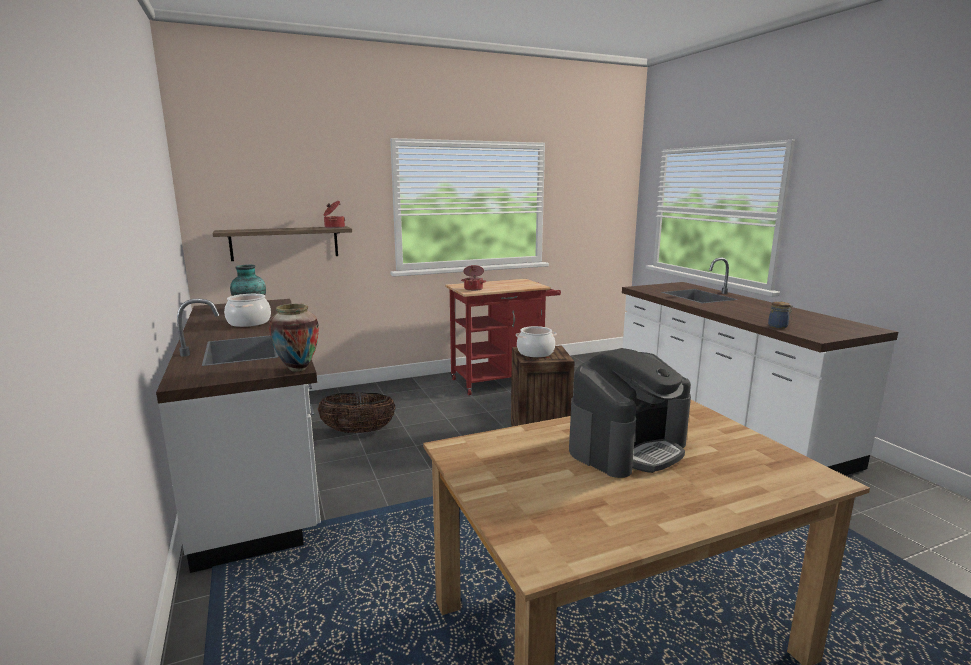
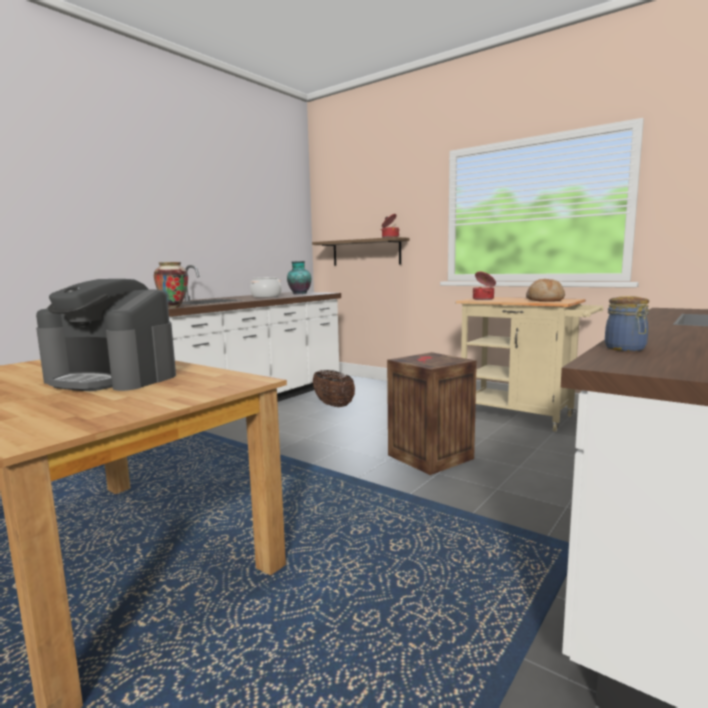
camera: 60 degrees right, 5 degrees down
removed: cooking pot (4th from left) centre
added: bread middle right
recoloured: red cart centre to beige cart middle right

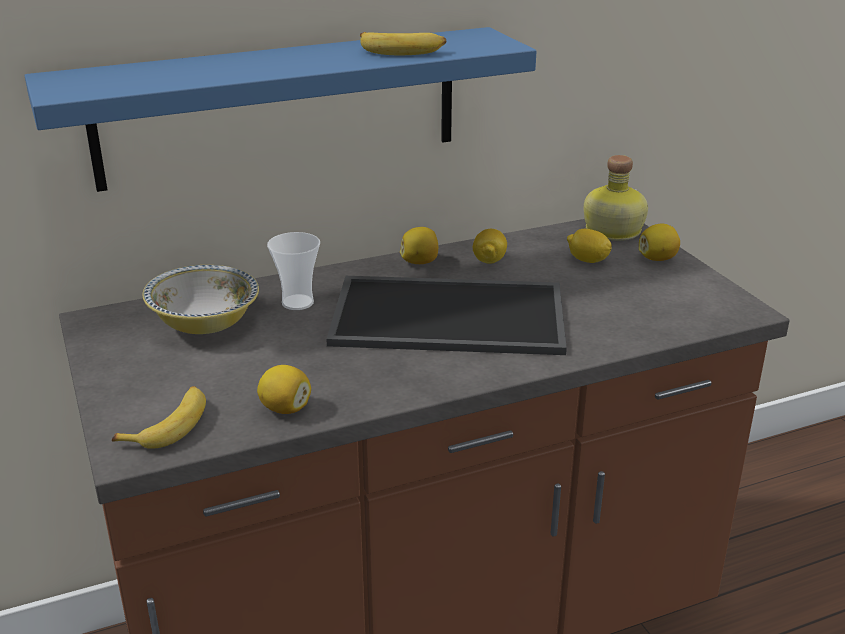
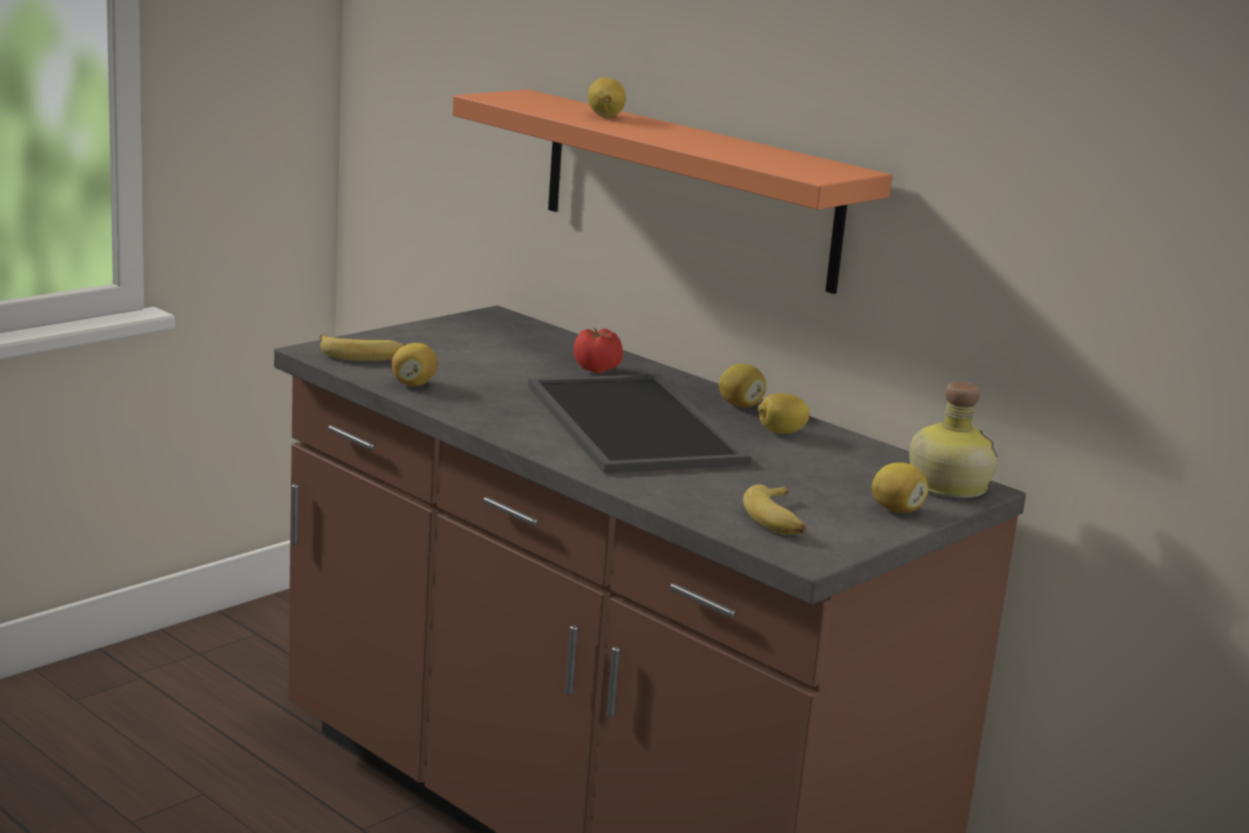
camera: 65 degrees right, 10 degrees down
removed: bowl middle left
moved: lemon (4th from left in the first image) middle right to lemon (2nd from left) top centre; banana (2nd from left) top centre to centre
replaced: cup centre to tomato centre
recoloured: blue shelf top left to orange shelf top centre

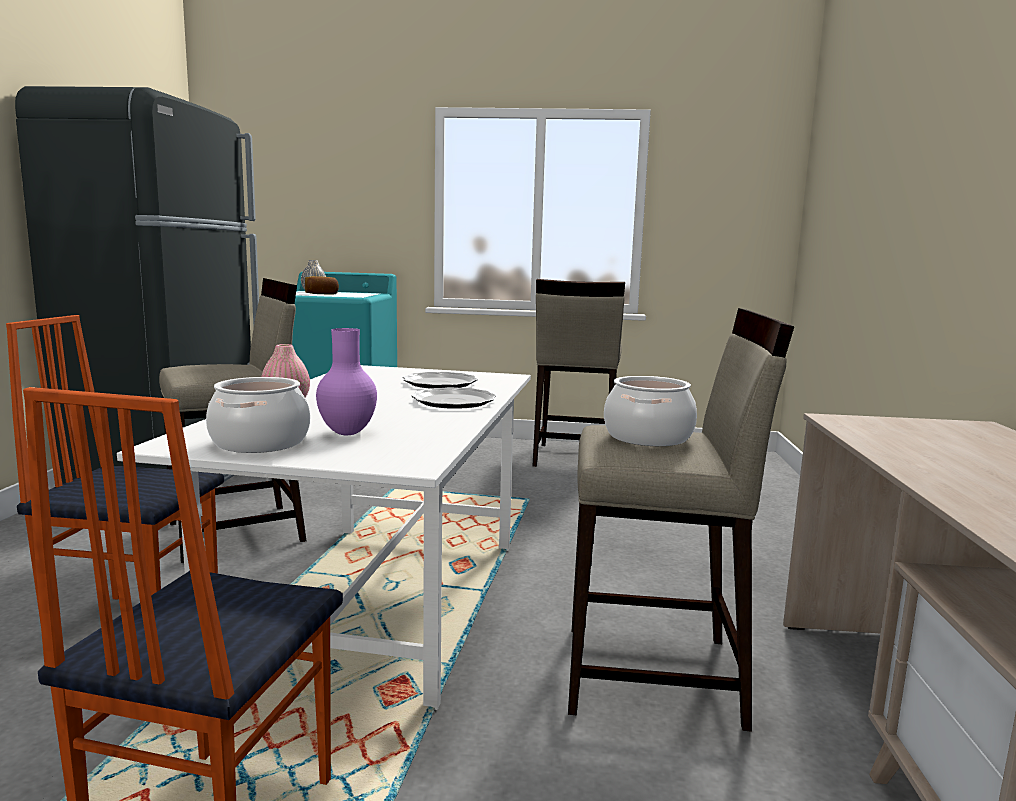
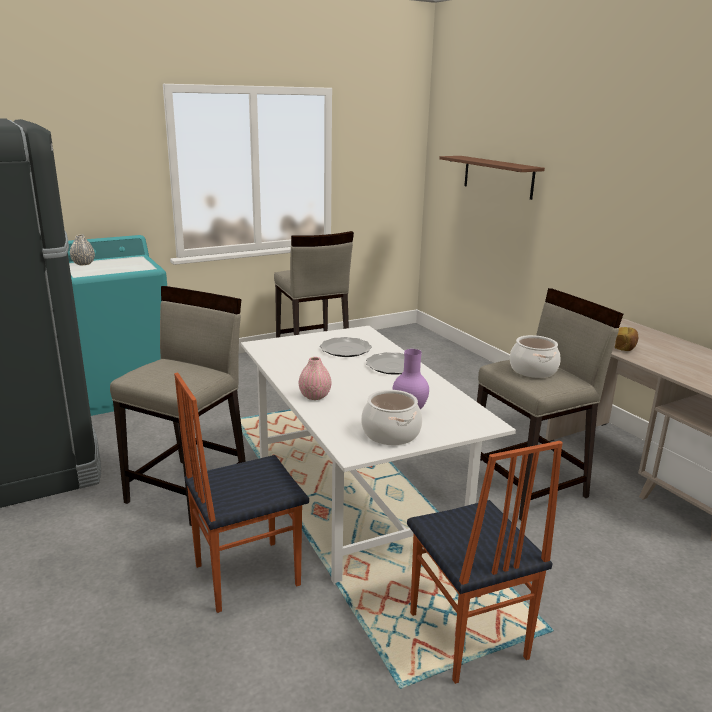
camera: 35 degrees left, 10 degrees up
added: brown shelf top right
moved: bread middle left to middle right

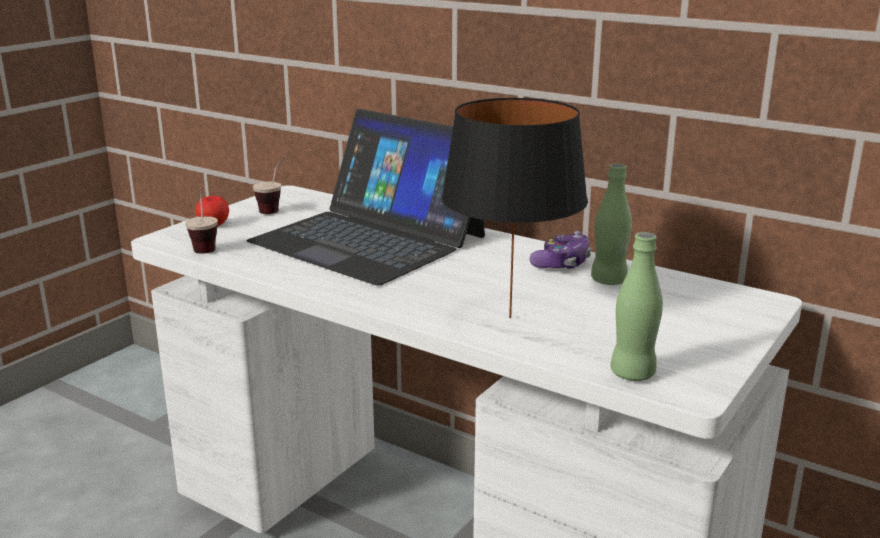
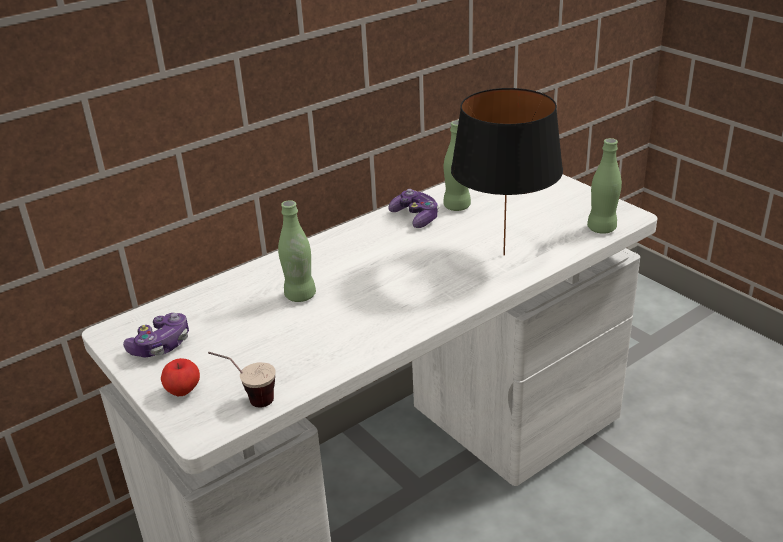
camera: 70 degrees left, 10 degrees up
replaced: cup (2nd from left) middle left to game controller (1st from left) middle left; laptop centre to green bottle (1st from left) centre

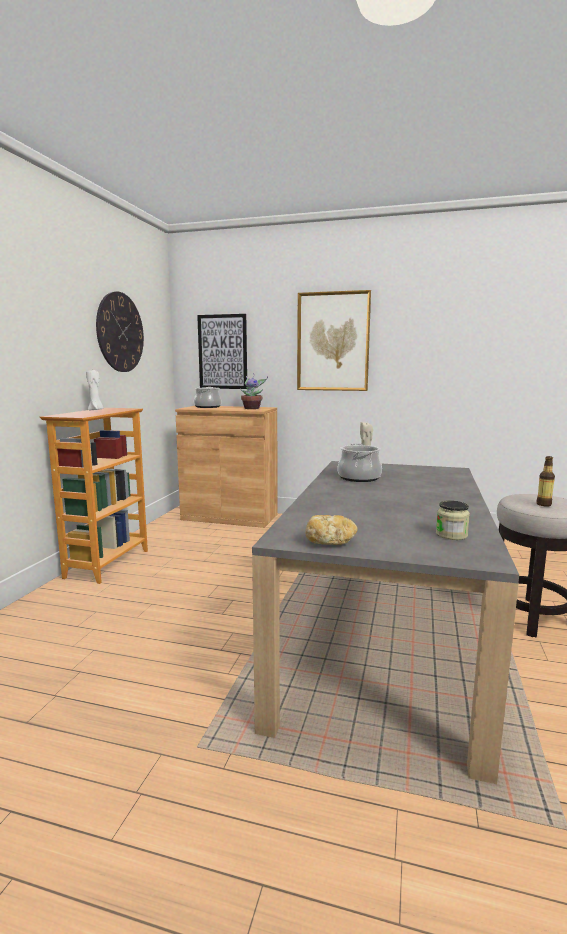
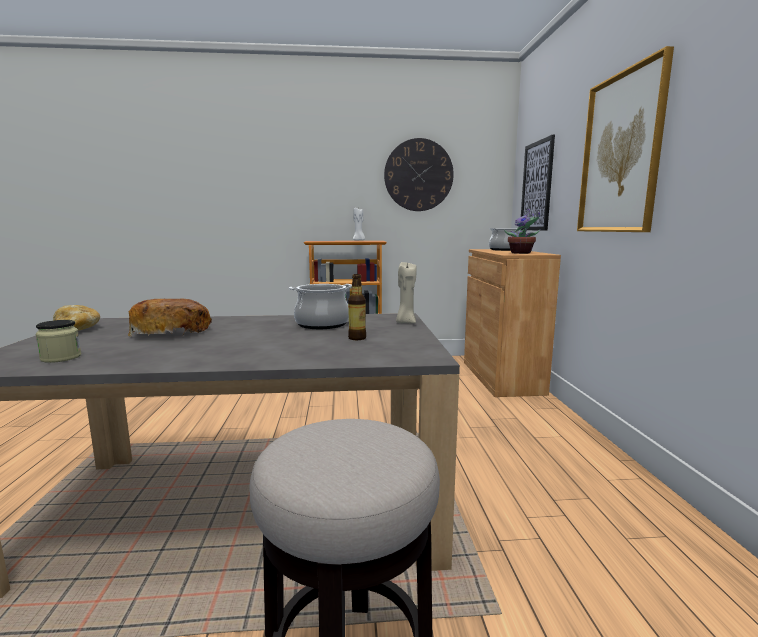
camera: 70 degrees right, 0 degrees up
added: bread (2nd from left) middle left
moved: bottle middle right to centre

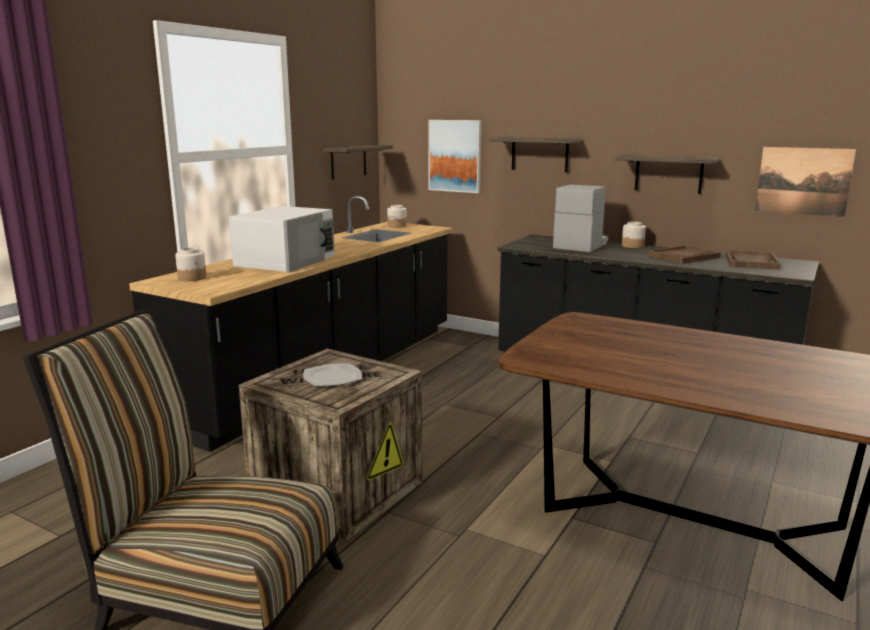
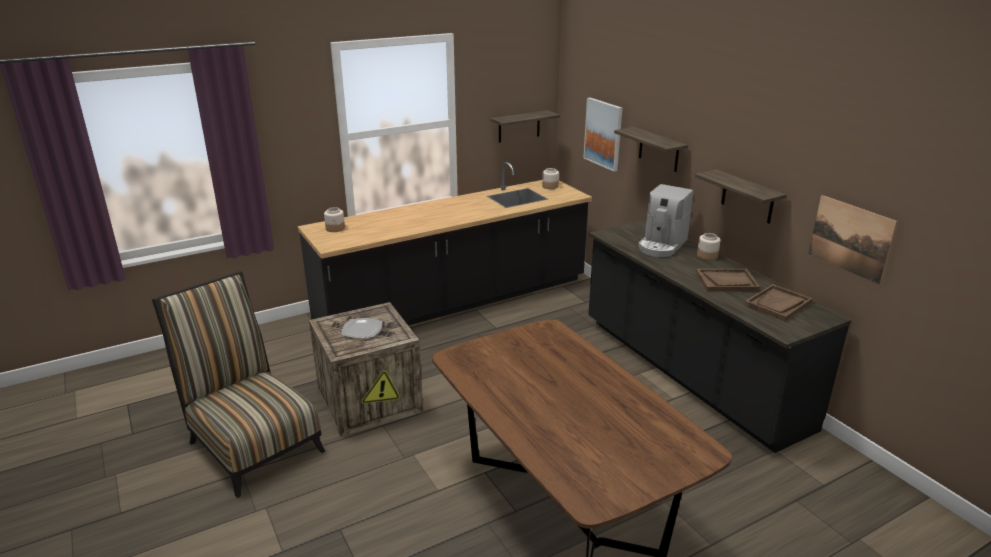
camera: 30 degrees right, 10 degrees up
removed: white microwave middle left
turned: coffee machine middle right = middle right 150 degrees clockwise

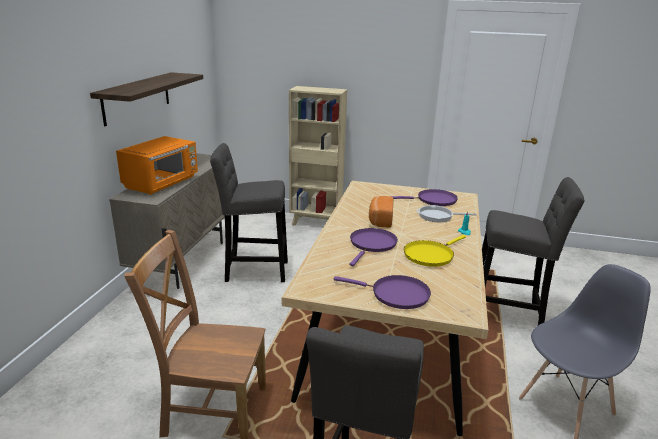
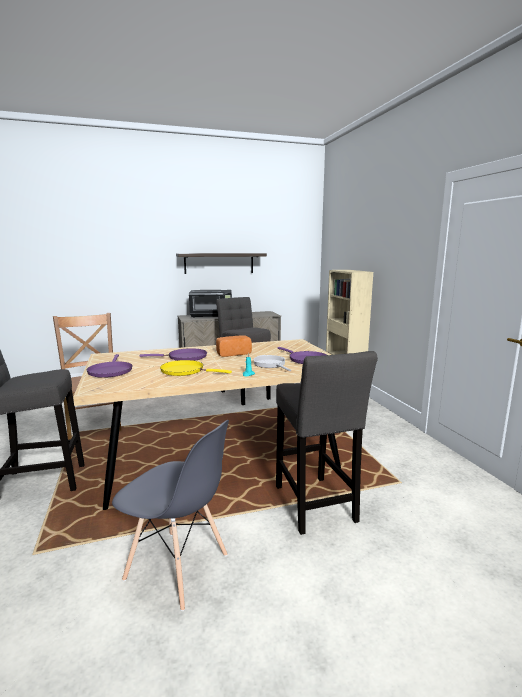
camera: 60 degrees right, 10 degrees down
recoloured: orange microwave middle left to black microwave centre

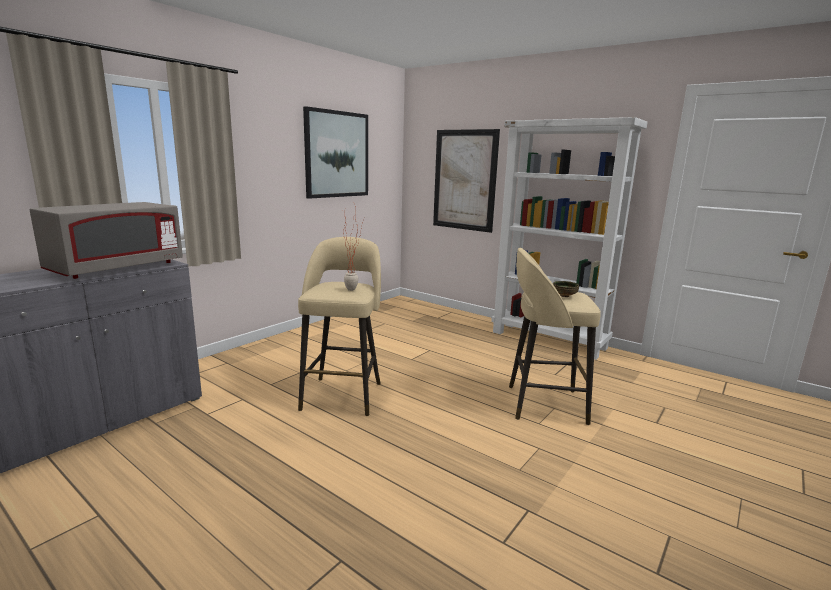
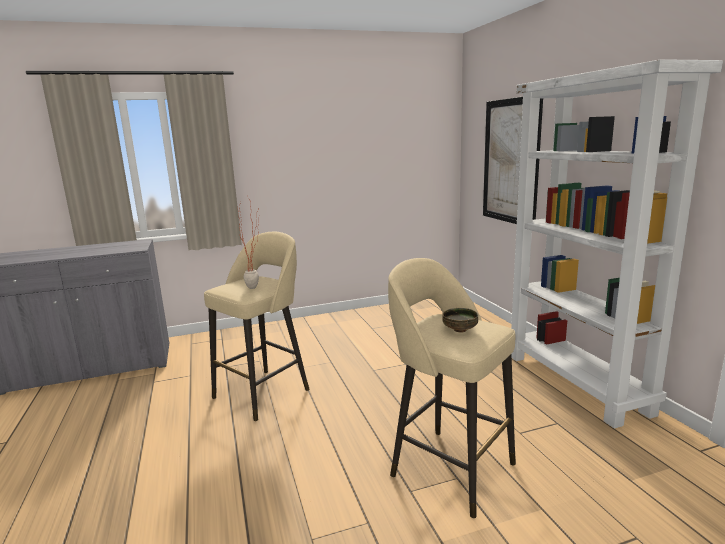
camera: 35 degrees right, 0 degrees up
removed: grey microwave middle left; picture (1st from left) top centre

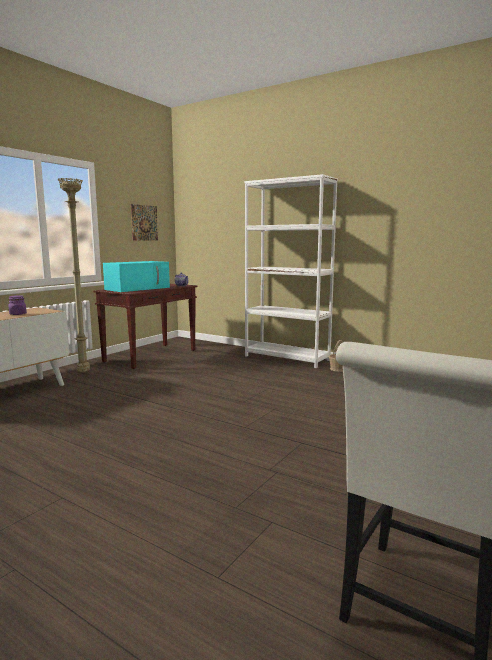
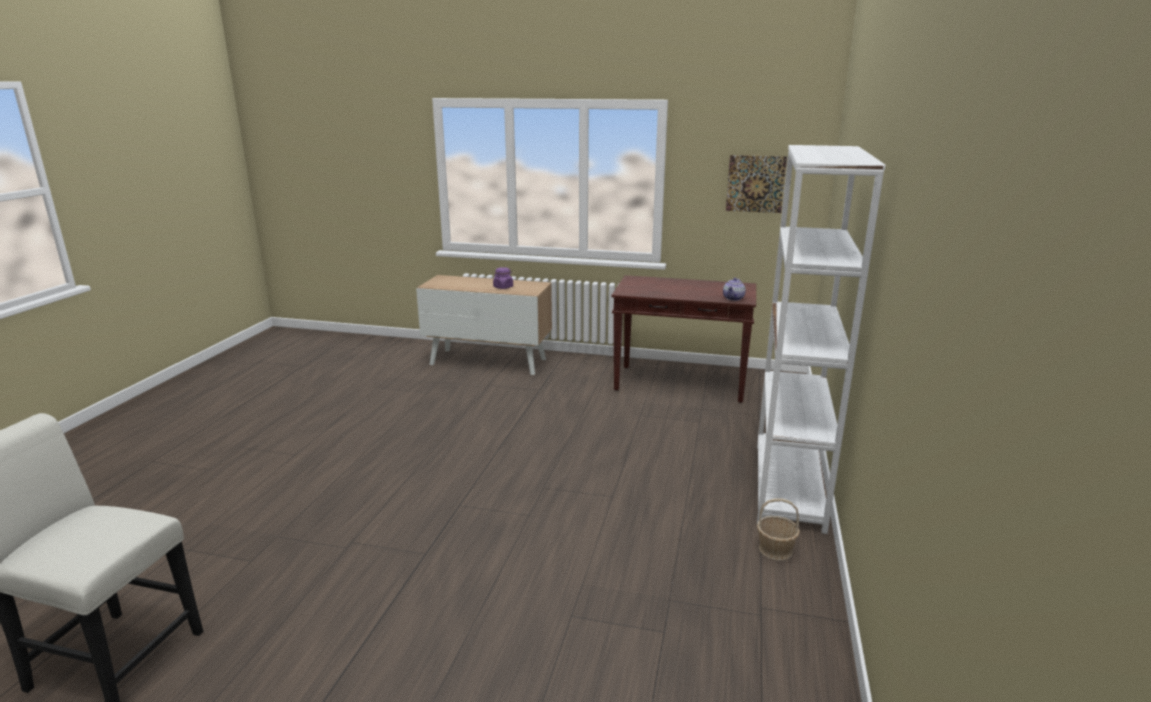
camera: 70 degrees right, 10 degrees up
removed: beige floor lamp middle left; turquoise microwave middle left

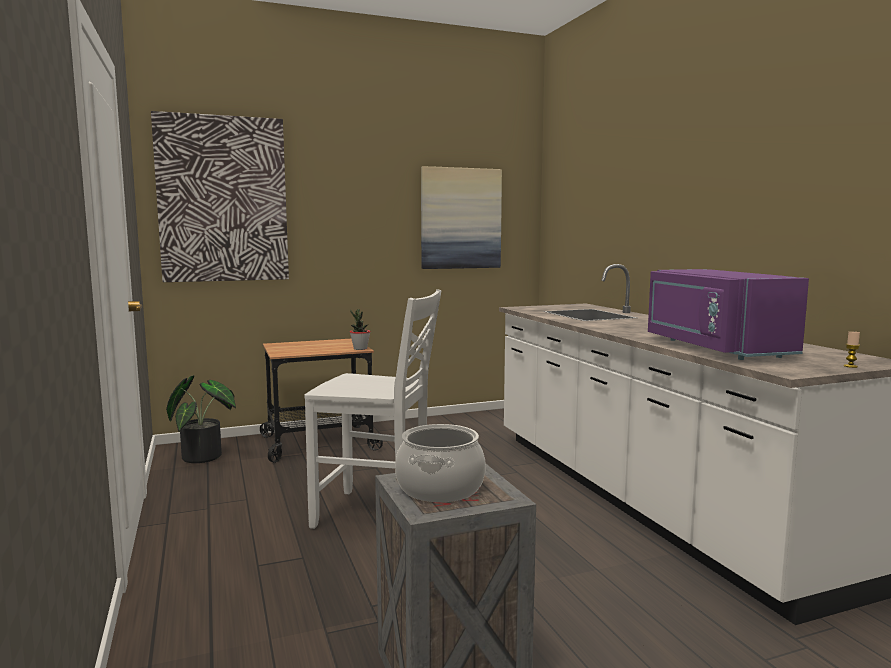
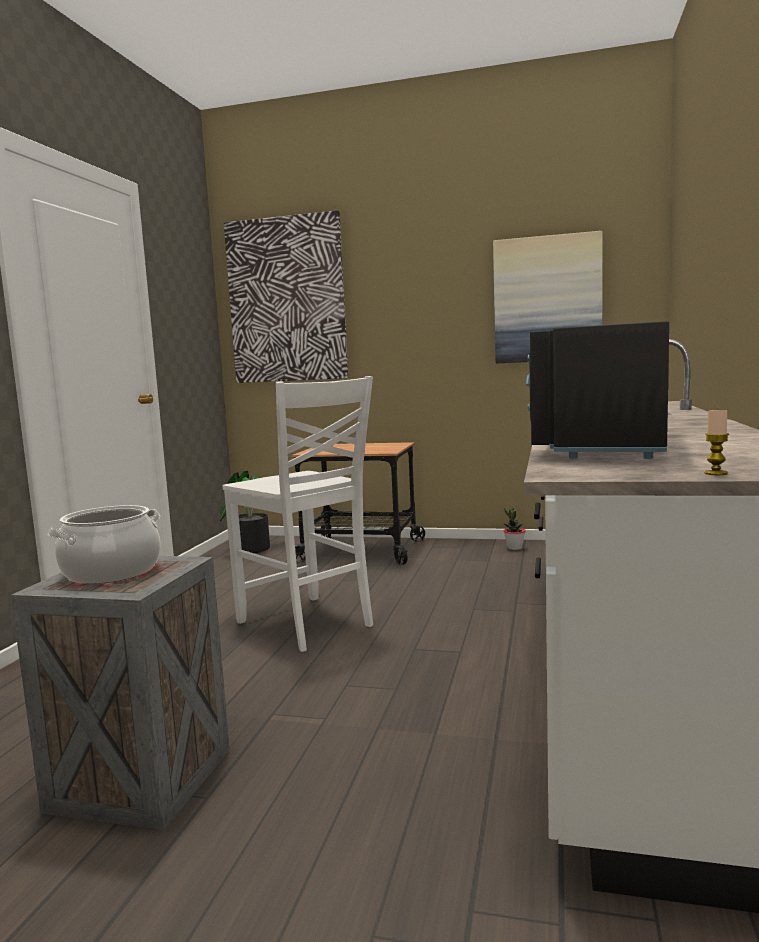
camera: 35 degrees right, 0 degrees up
moved: potted plant (2nd from left) centre to middle right
recoloured: purple microwave middle right to black microwave middle right

